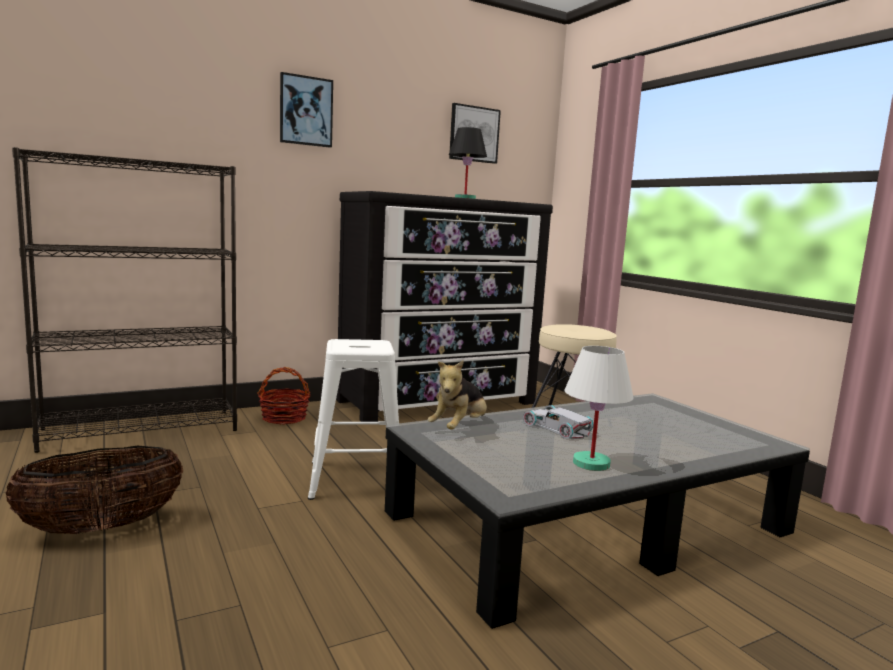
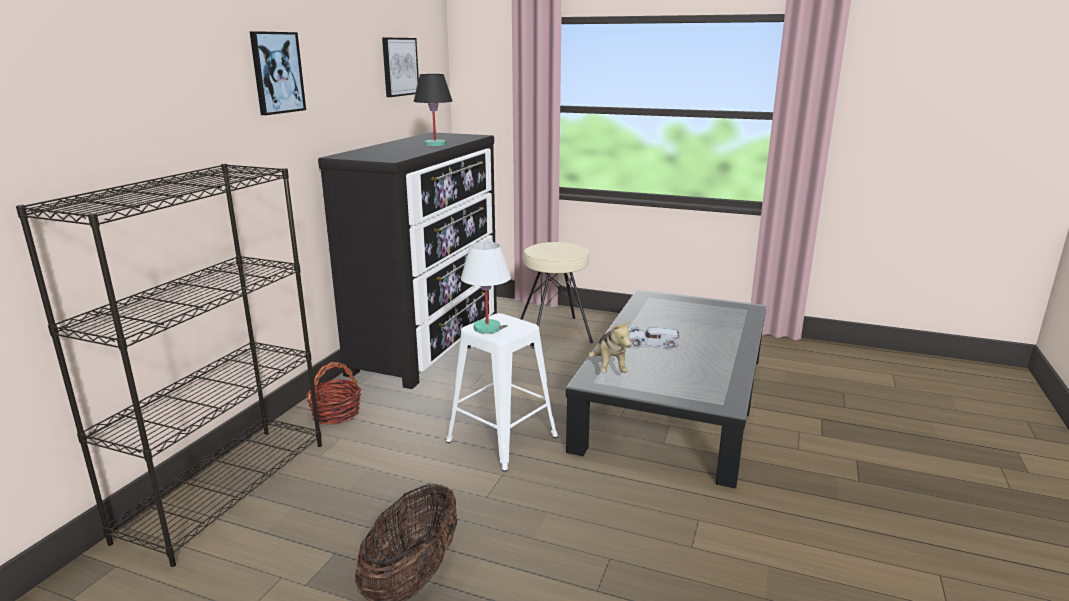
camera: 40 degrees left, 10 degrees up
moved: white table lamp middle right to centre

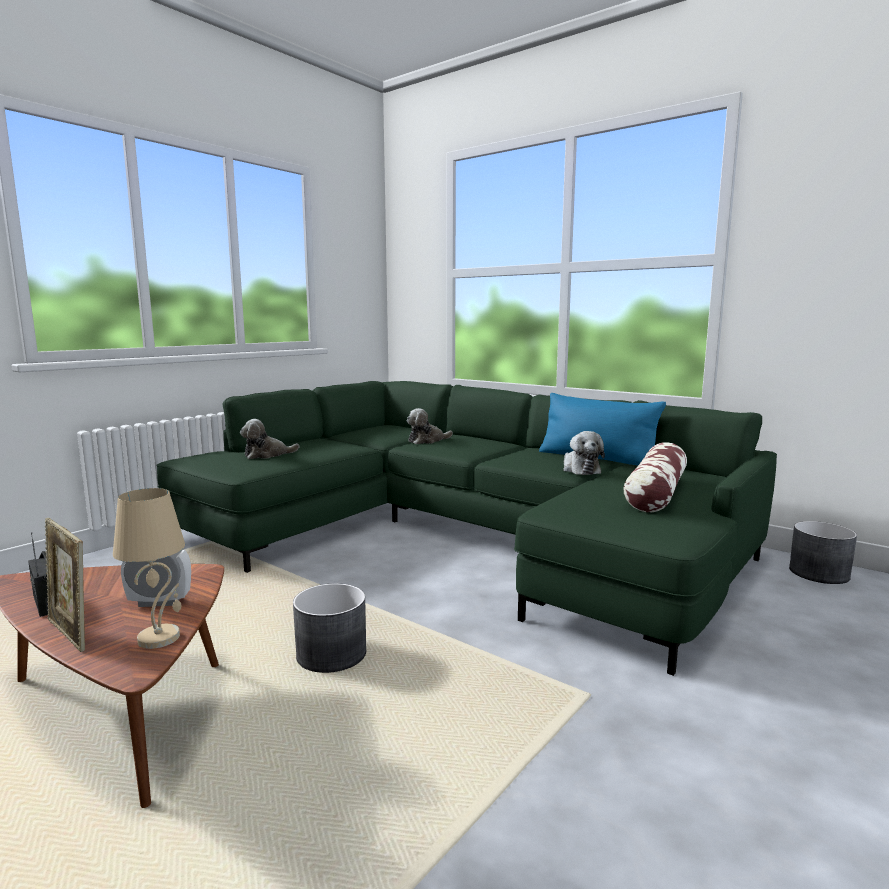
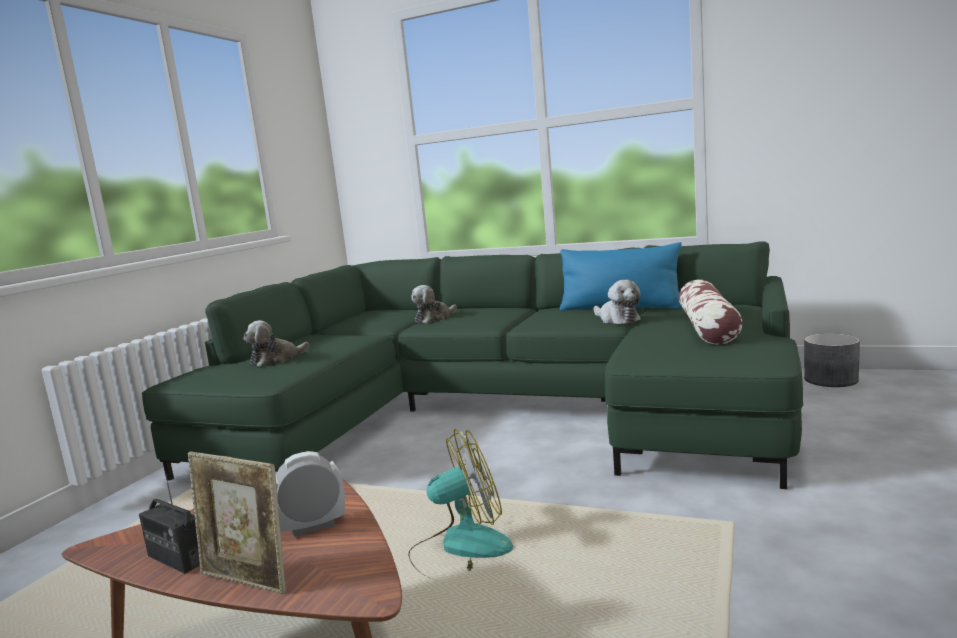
camera: 15 degrees left, 0 degrees up
removed: beige table lamp middle left
replaced: grey planter (1st from left) bottom centre to fan bottom centre

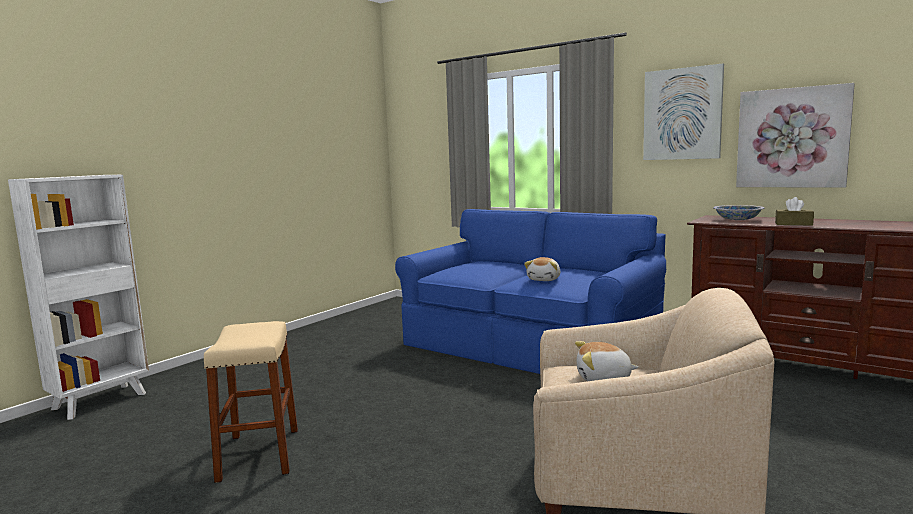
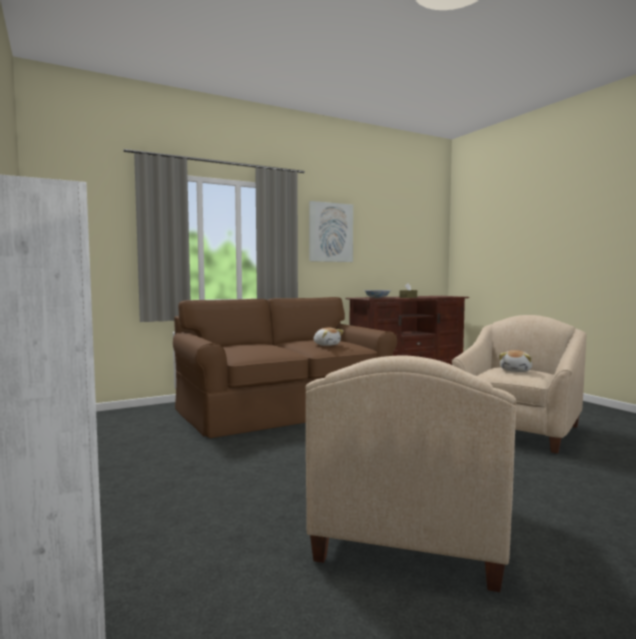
camera: 65 degrees left, 5 degrees down
removed: picture (2nd from left) top right
replaced: beige stool bottom left to beige armchair (1st from left) bottom centre
recoloured: blue sofa centre to brown sofa centre

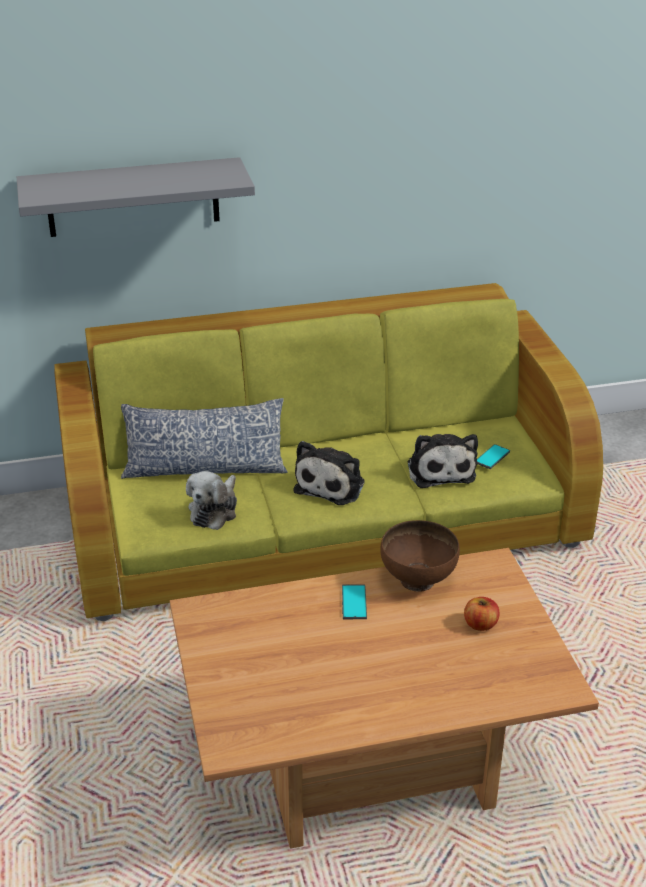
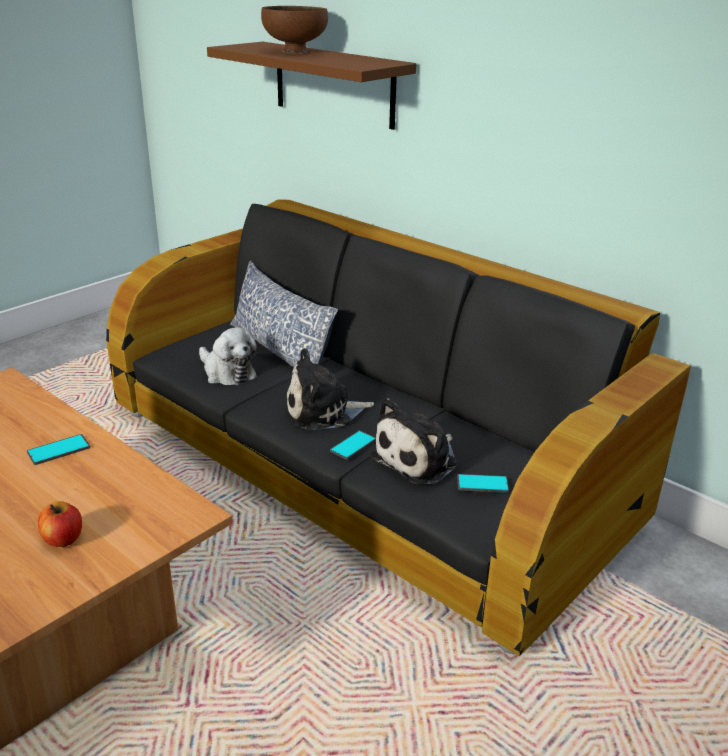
camera: 55 degrees right, 5 degrees down
added: phone (2nd from left) centre
moved: brown bowl centre to top centre
recoloured: green sofa centre to black sofa centre; grey shelf top left to brown shelf top centre
turned: plush toy (1st from left) middle left = middle left 120 degrees counterclockwise

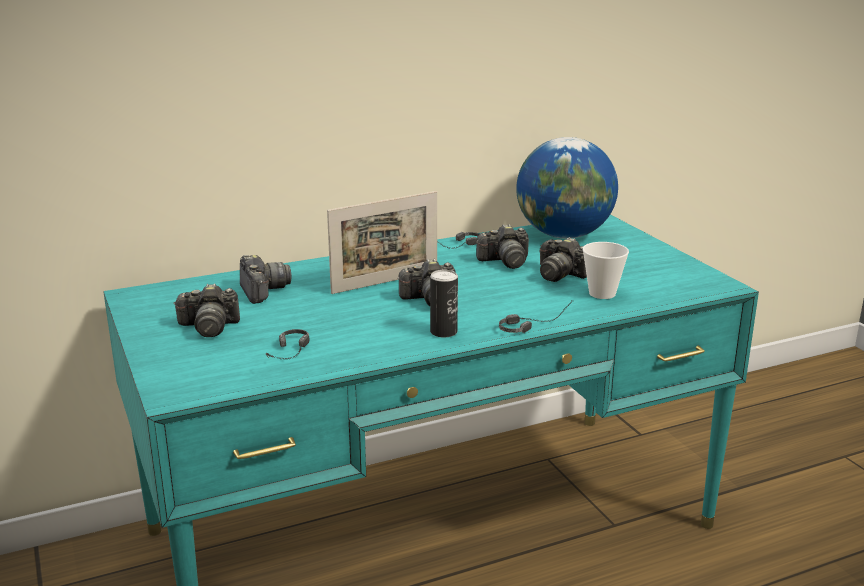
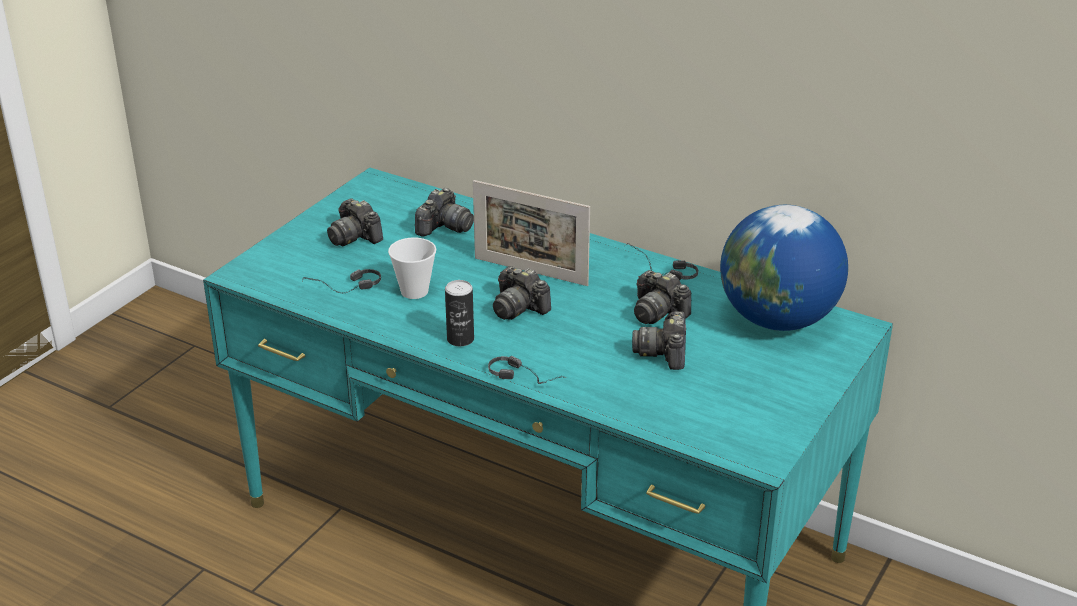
camera: 55 degrees right, 10 degrees up
moved: cup middle right to centre

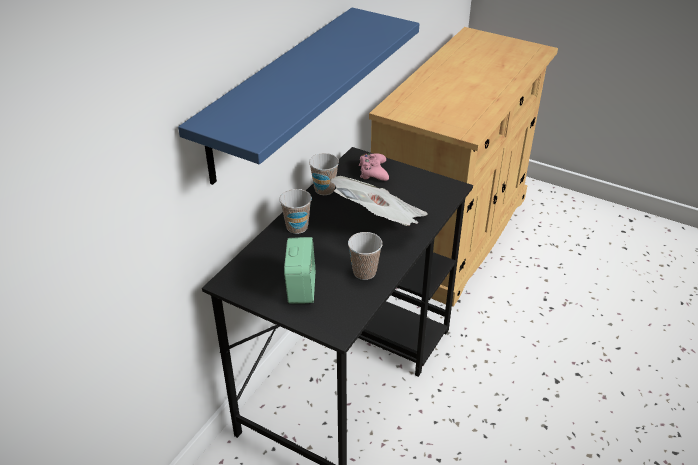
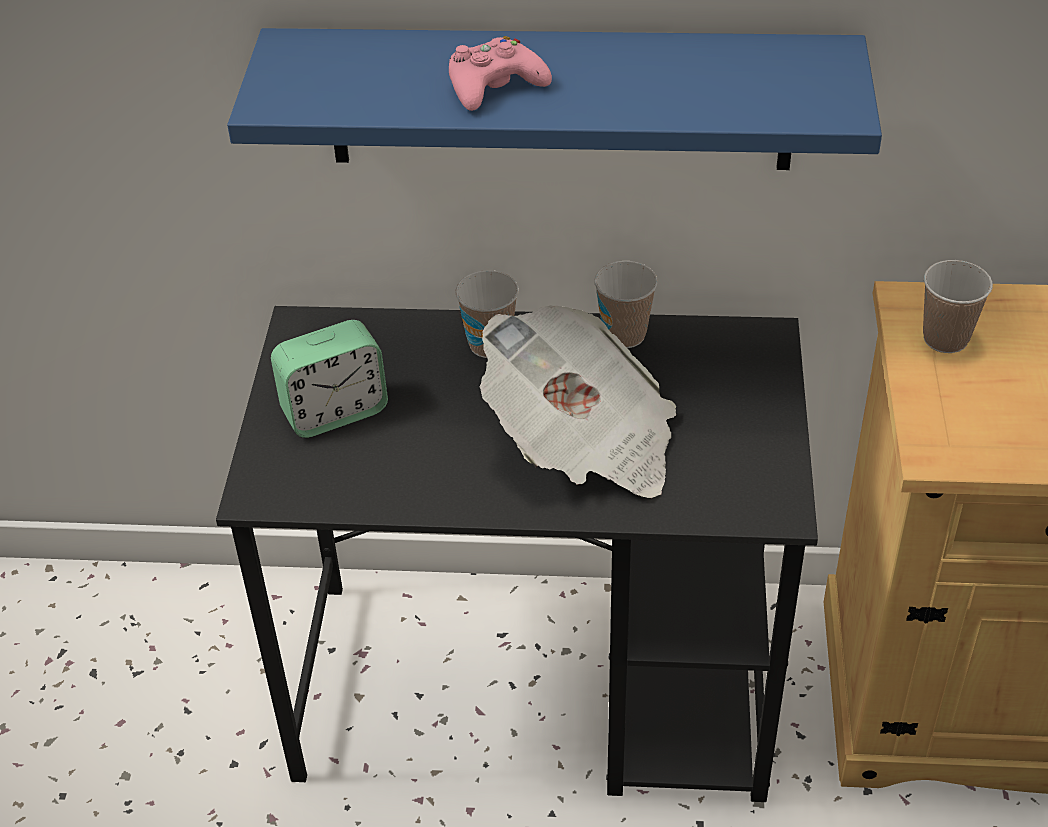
camera: 65 degrees right, 5 degrees up
moved: pink game controller centre to top centre; cup (3rd from left) centre to middle right

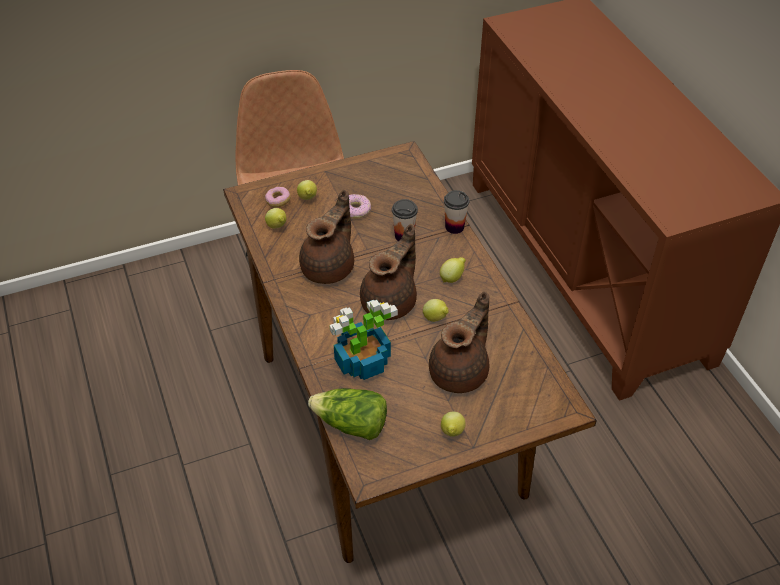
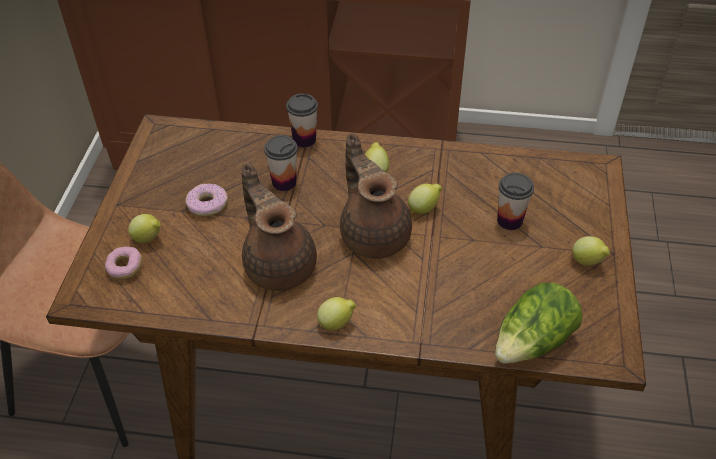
camera: 60 degrees left, 0 degrees up
removed: potted plant centre
moved: lemon (1st from left in the first image) centre to lemon (2nd from left) bottom centre
replaced: brown teapot (3rd from left) centre to cup (3rd from left) middle right

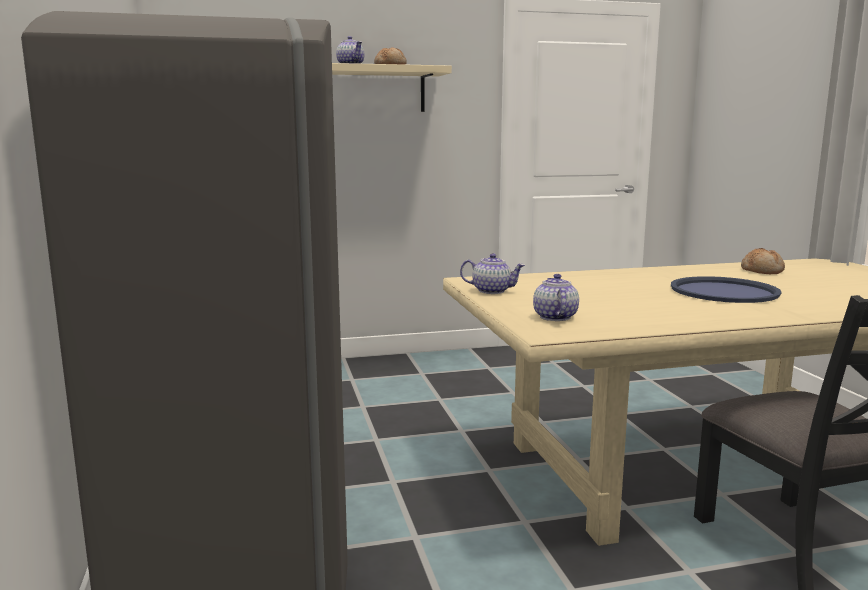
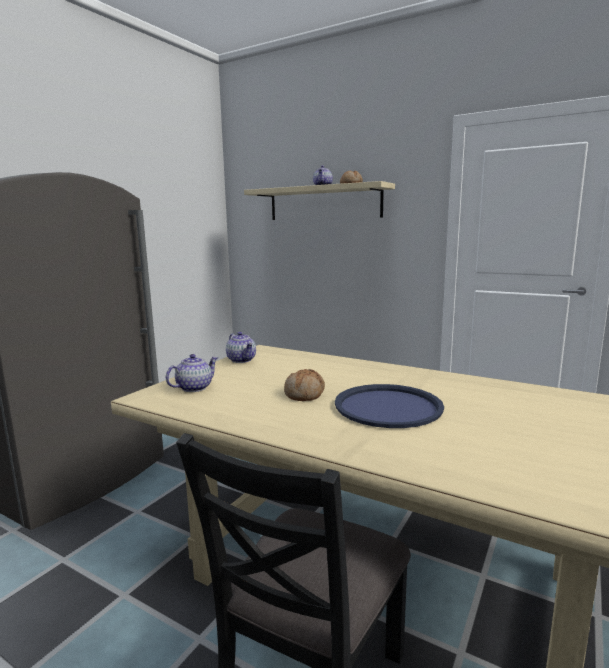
camera: 45 degrees right, 0 degrees up
moved: bread (2nd from left in the first image) middle right to bread (1st from left) centre

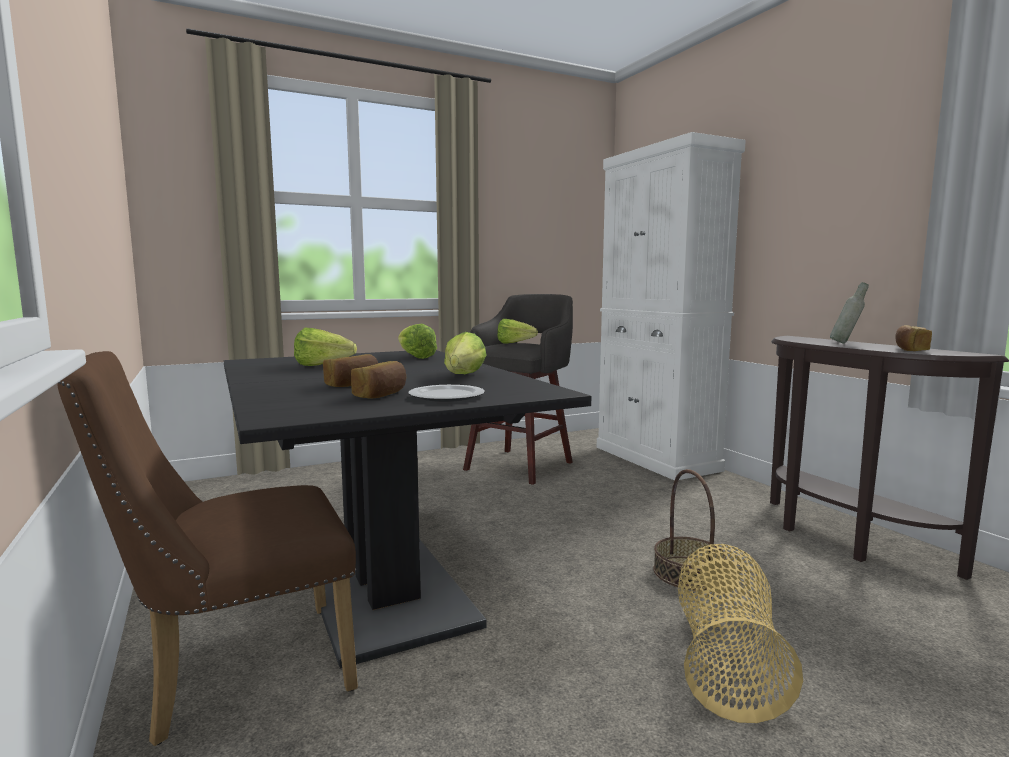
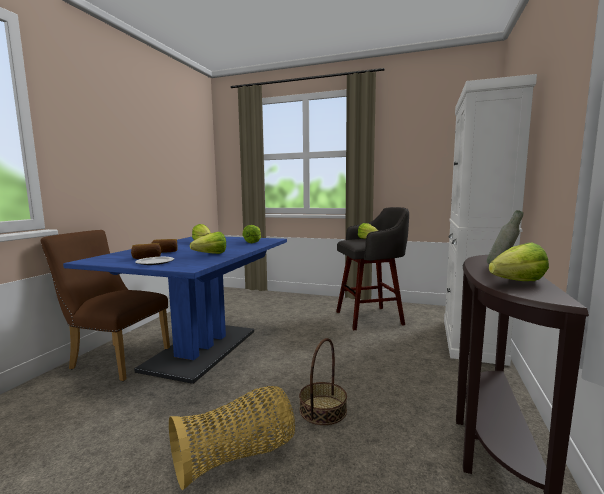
camera: 45 degrees right, 0 degrees up
replaced: bread (3rd from left) middle right to lettuce (5th from left) middle right
recoloured: black dining table bottom centre to blue dining table middle left

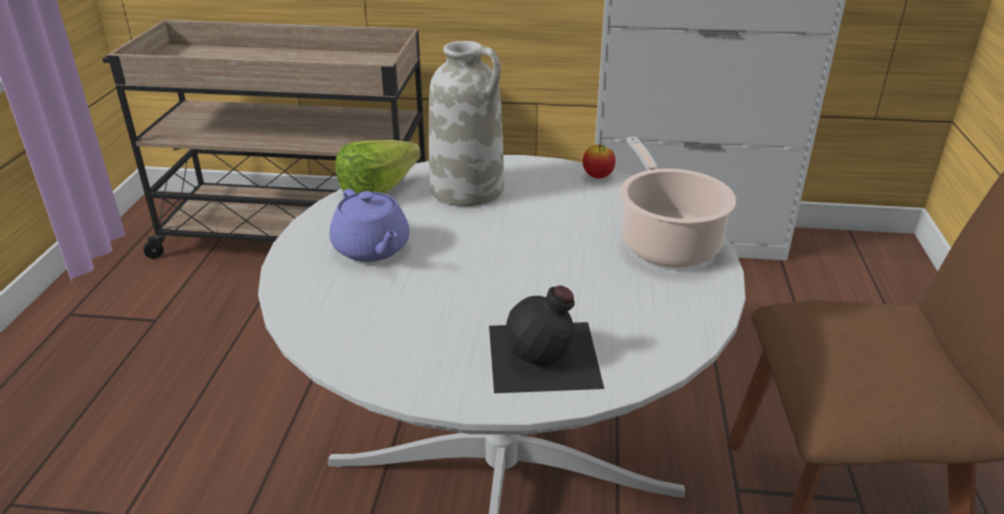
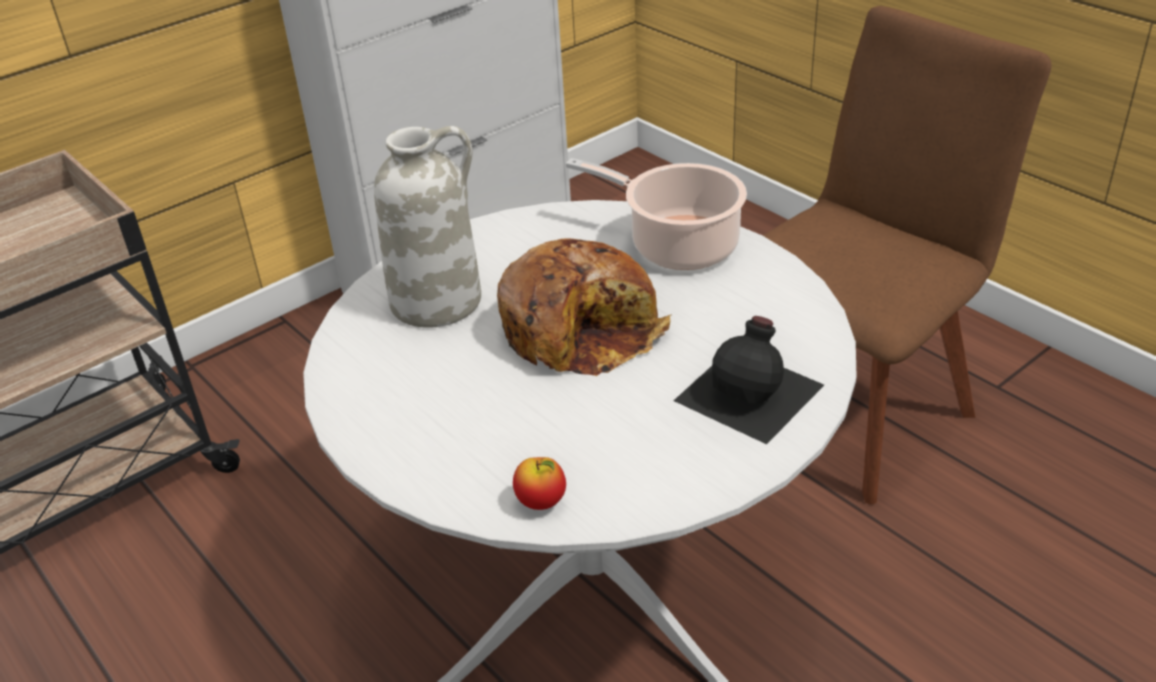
camera: 45 degrees left, 5 degrees up
removed: purple teapot centre; lettuce top centre
added: bread centre
moved: apple top centre to bottom centre

